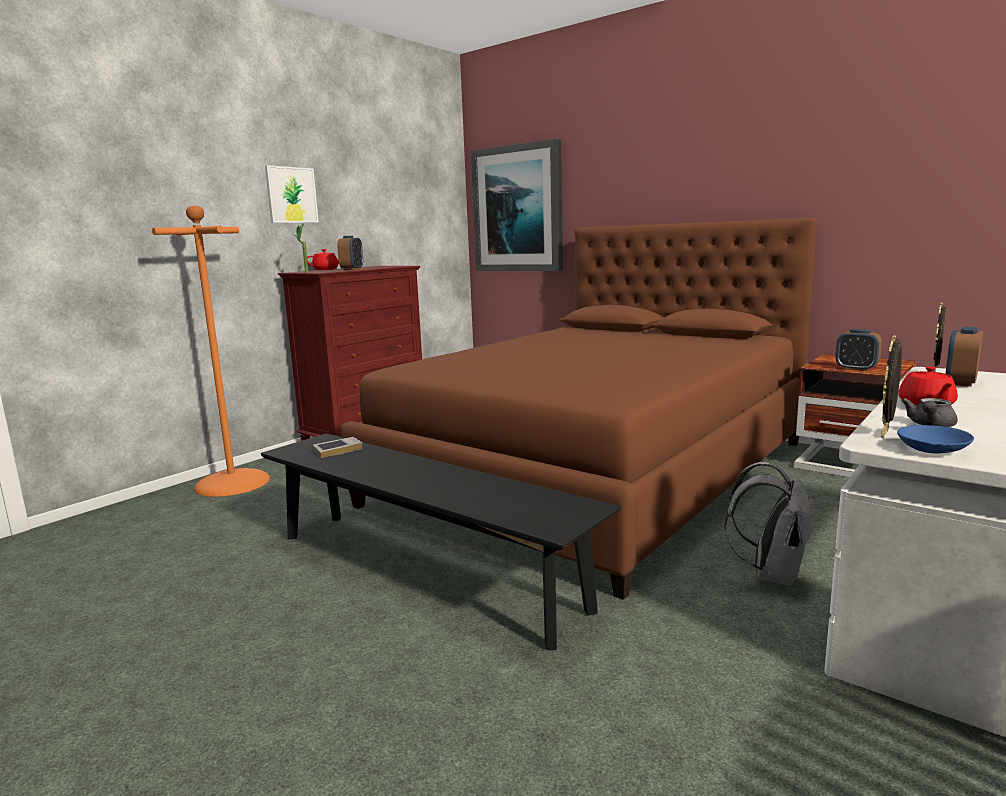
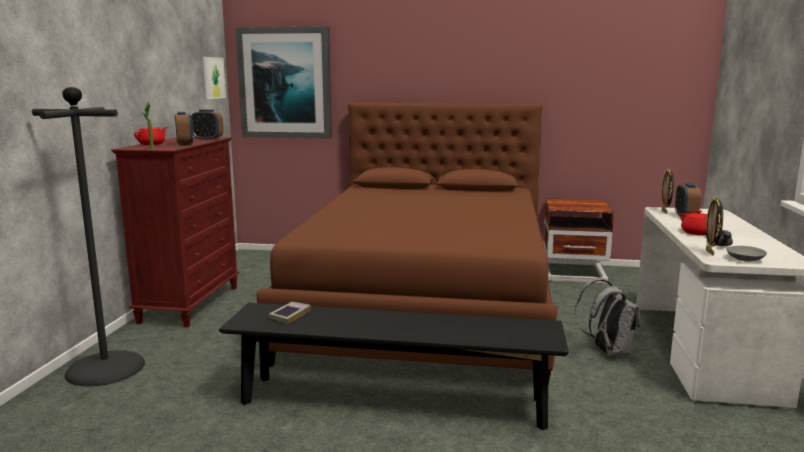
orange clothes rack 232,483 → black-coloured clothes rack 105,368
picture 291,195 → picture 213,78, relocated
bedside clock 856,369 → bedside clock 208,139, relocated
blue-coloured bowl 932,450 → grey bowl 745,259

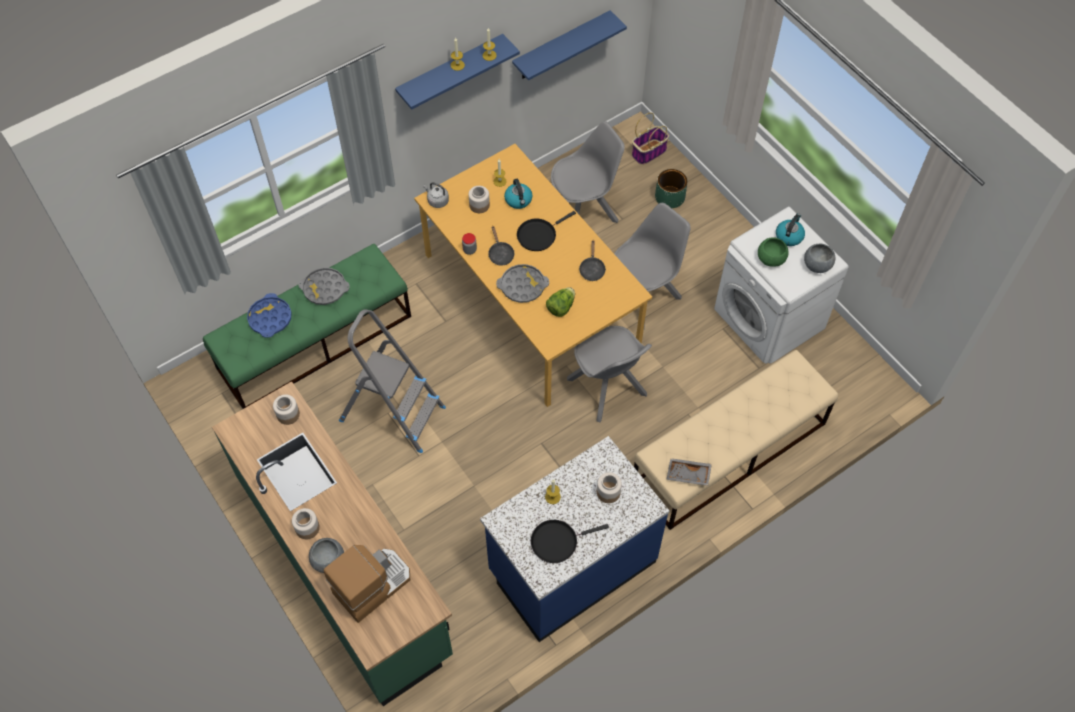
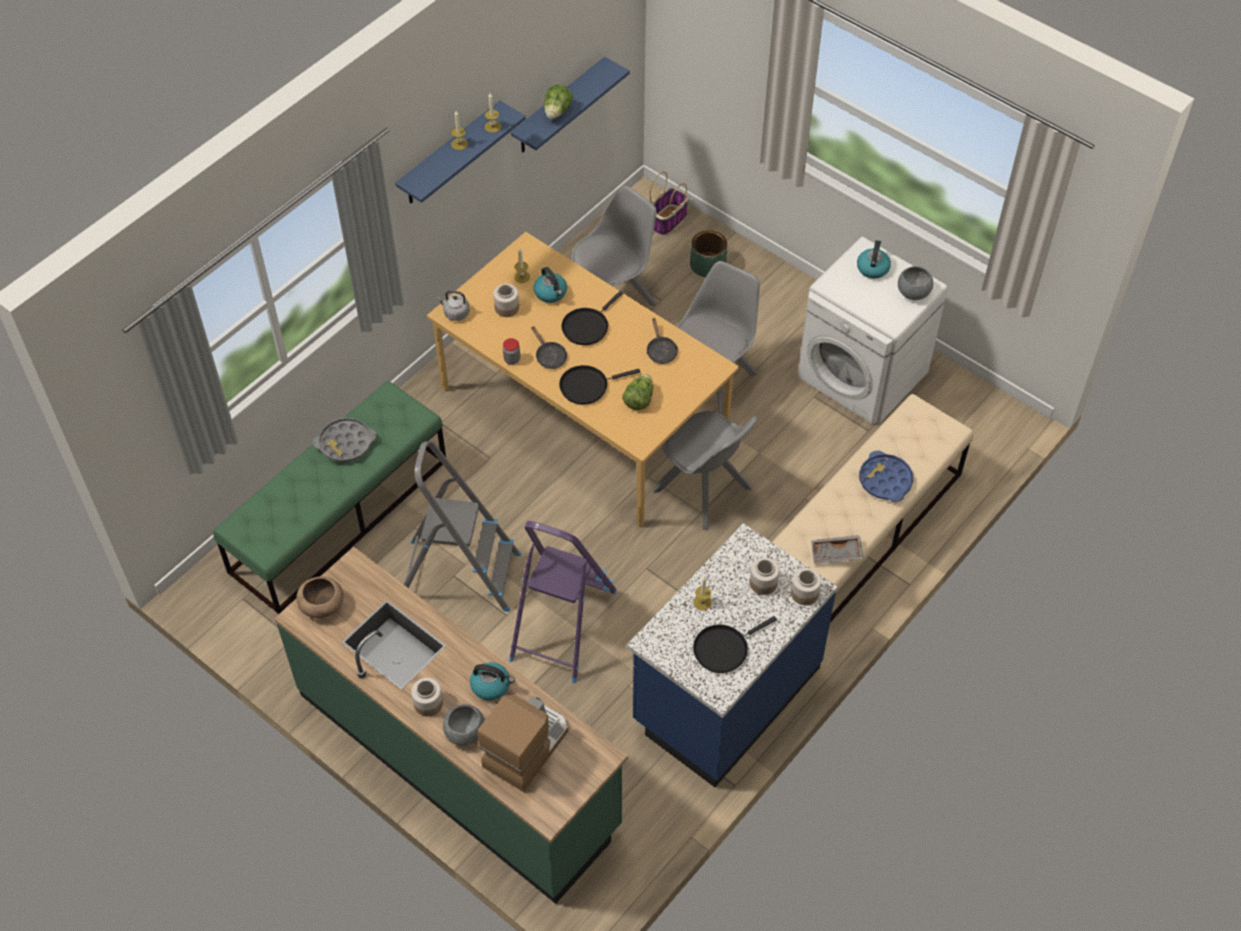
blue-coloured carrying tray 270,318 → blue-coloured carrying tray 885,480, relocated
preserve jar 287,414 → preserve jar 804,593, relocated
grey carrying tray 522,286 → black-coloured frying pan 587,386
greenish bowl 771,259 → -
- → brown-coloured bowl 322,605
- → kettle 491,685
- → purple-coloured step ladder 564,623
- → lettuce 557,112

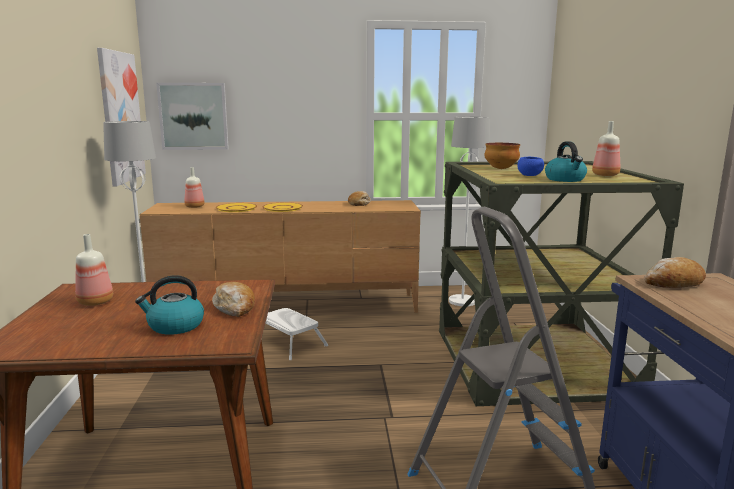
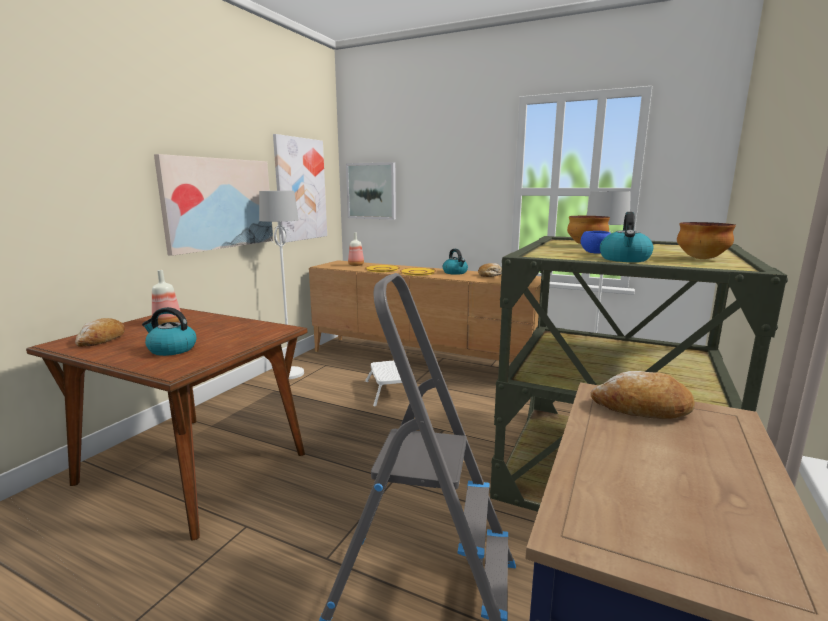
baked bread 235,307 → baked bread 102,340, relocated
bottle 605,175 → bowl 701,259
- → picture 219,203
- → kettle 455,272

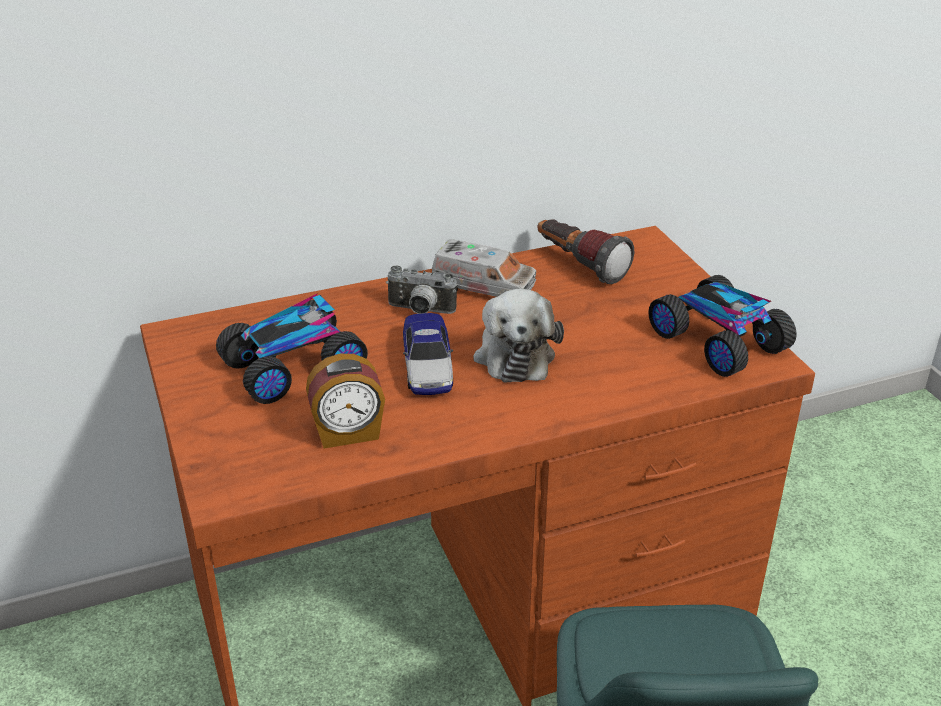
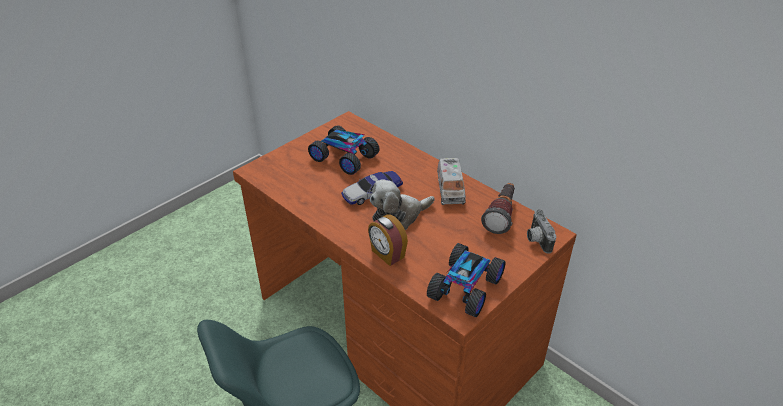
bedside clock 348,433 → bedside clock 387,254, relocated
photo camera 420,311 → photo camera 536,240, relocated

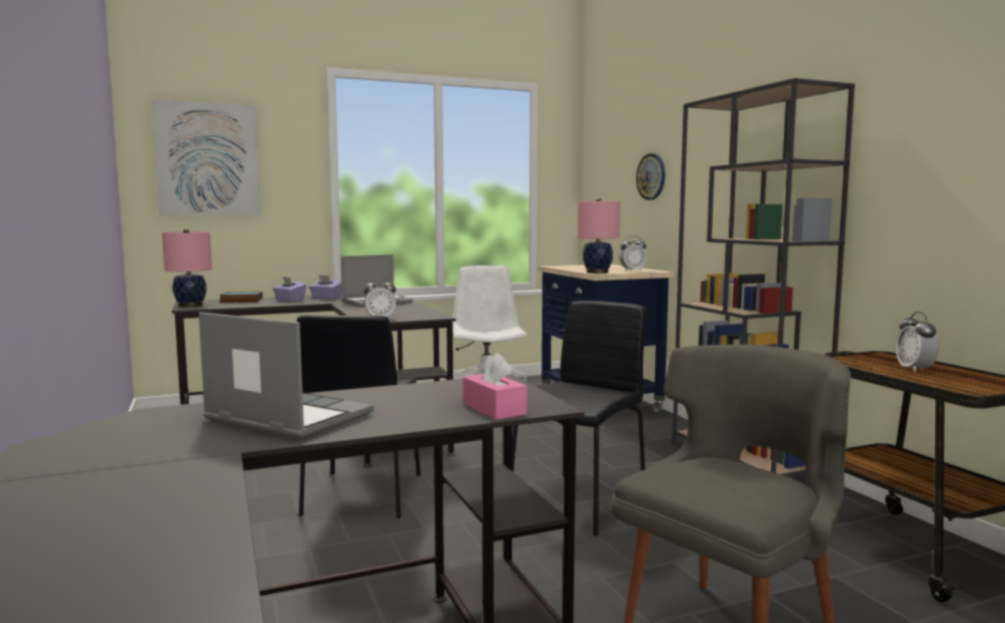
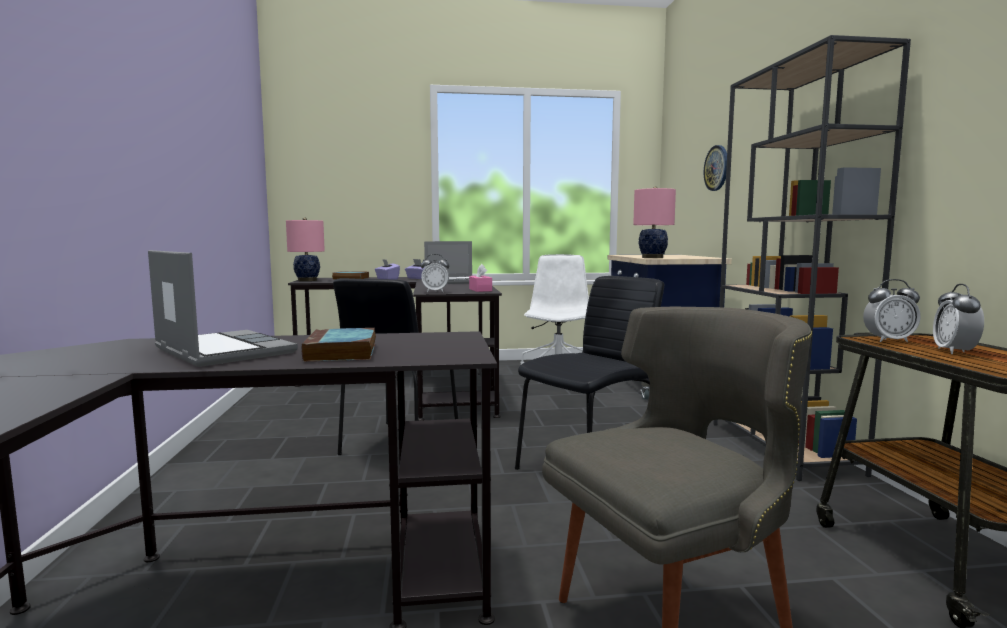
picture 207,159 → -
pinkish tissue box 494,409 → pinkish tissue box 480,290, relocated
bedside clock 632,270 → bedside clock 889,340, relocated
- → volume 342,352

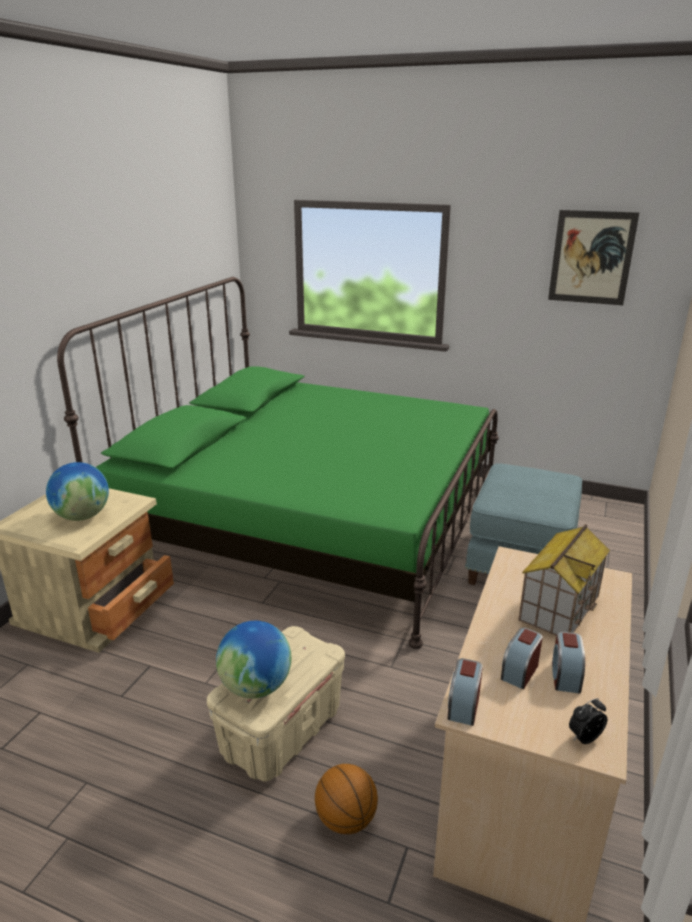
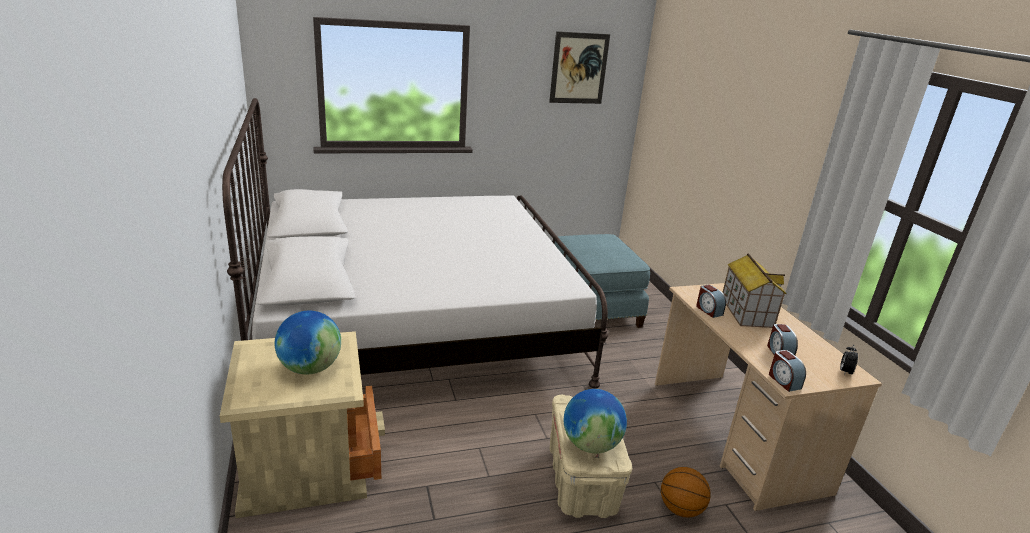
greenish bed 312,519 → white-coloured bed 414,322
bedside clock 565,676 → bedside clock 708,310, relocated

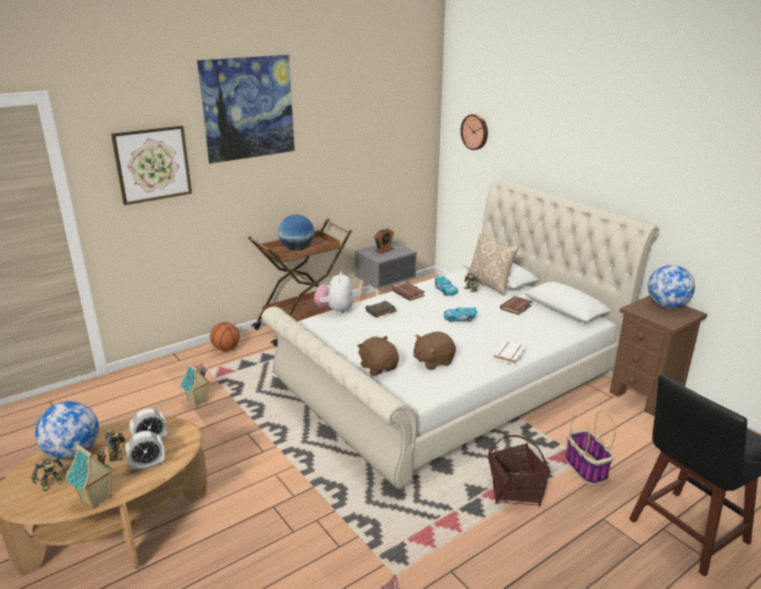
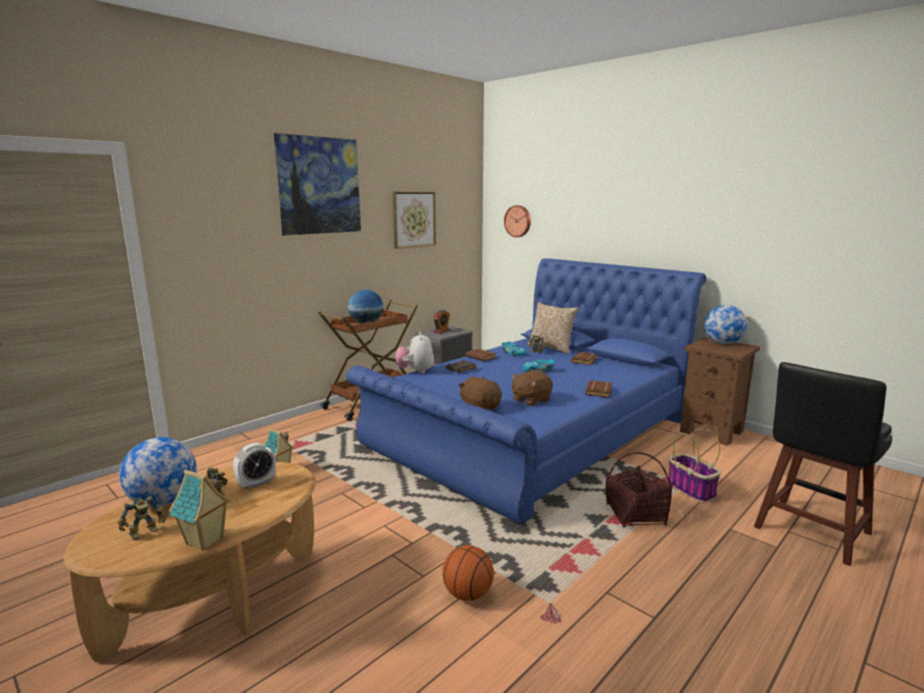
picture 152,164 → picture 414,219, relocated
bedside clock 147,465 → -
basketball ball 226,348 → basketball ball 468,594, relocated
beige bed 451,377 → blue-coloured bed 532,432
white-coloured volume 510,356 → brown-coloured volume 600,392

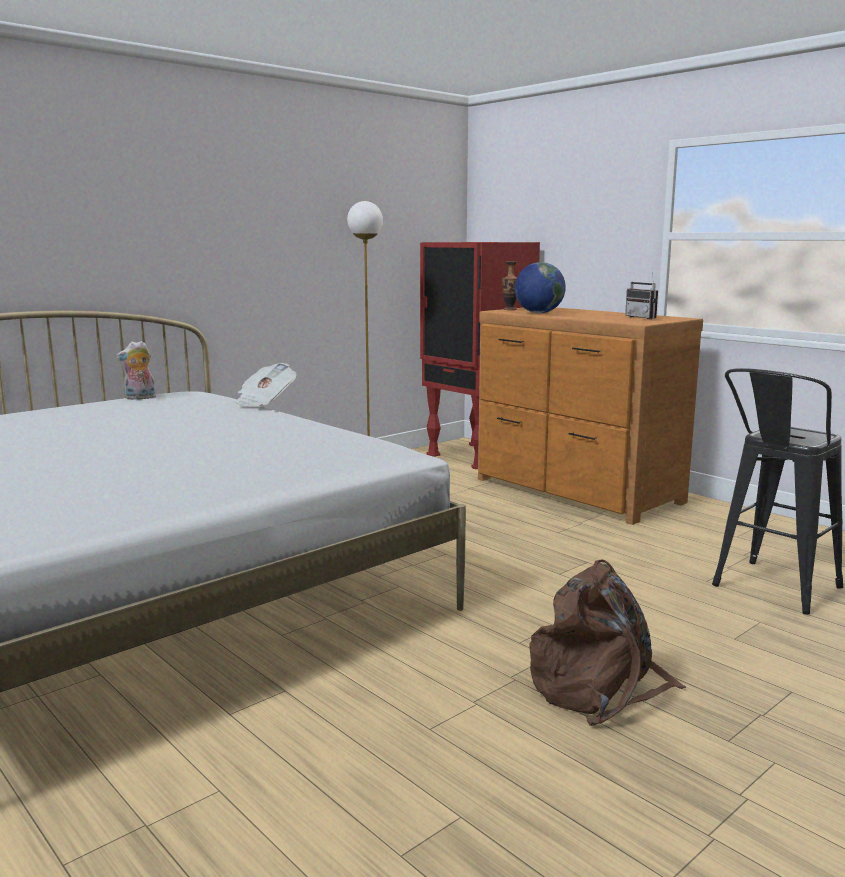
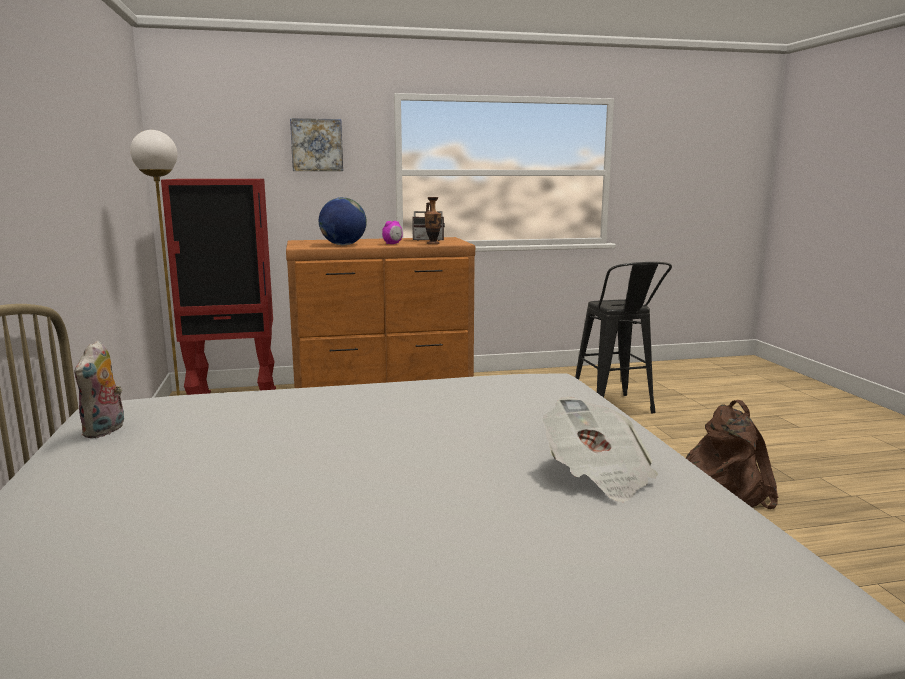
daily paper 264,402 → daily paper 598,475, relocated
decorative vase 510,309 → decorative vase 433,243, relocated
- → picture 316,145
- → bedside clock 392,244

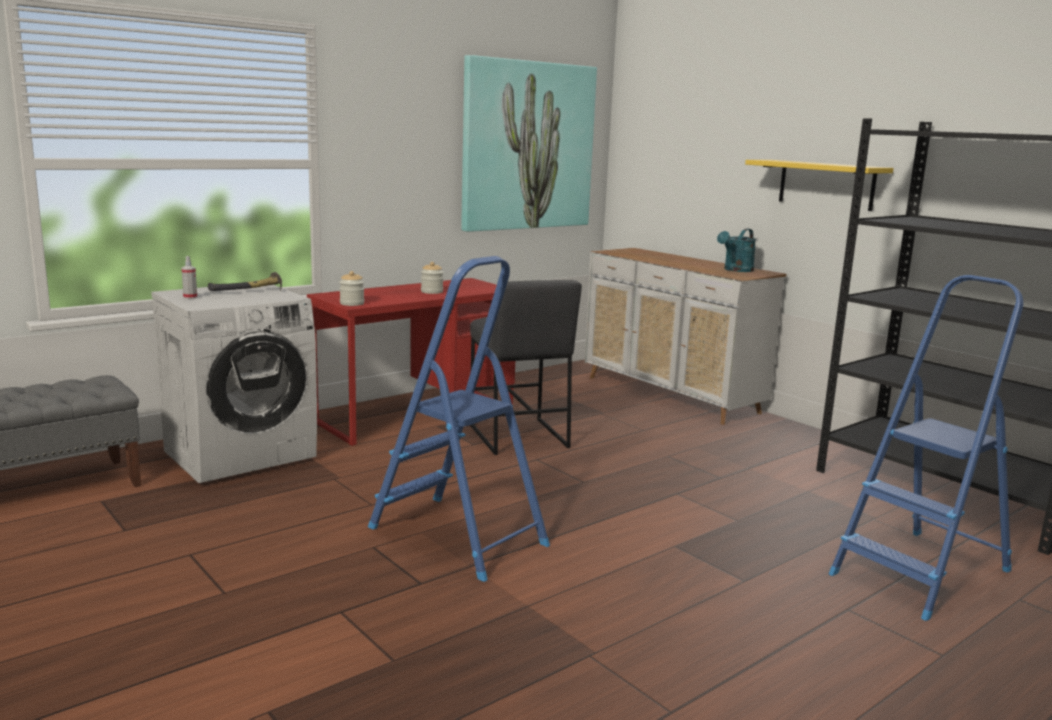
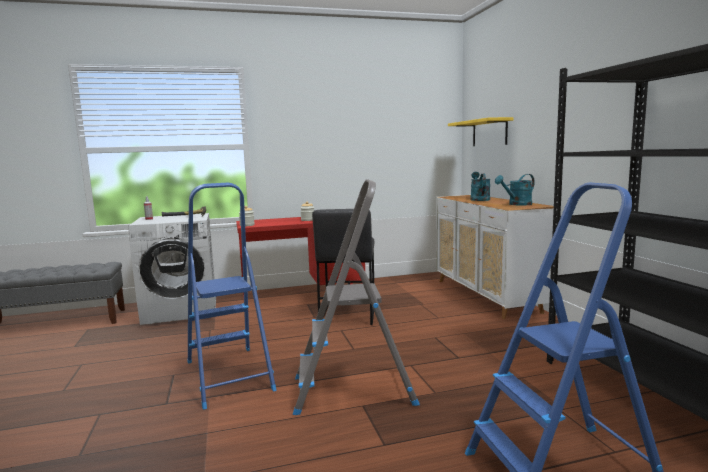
picture 527,146 → -
yellowish shelf 826,184 → yellowish shelf 489,133, relocated
- → grey step ladder 352,390
- → turquoise watering can 479,199

